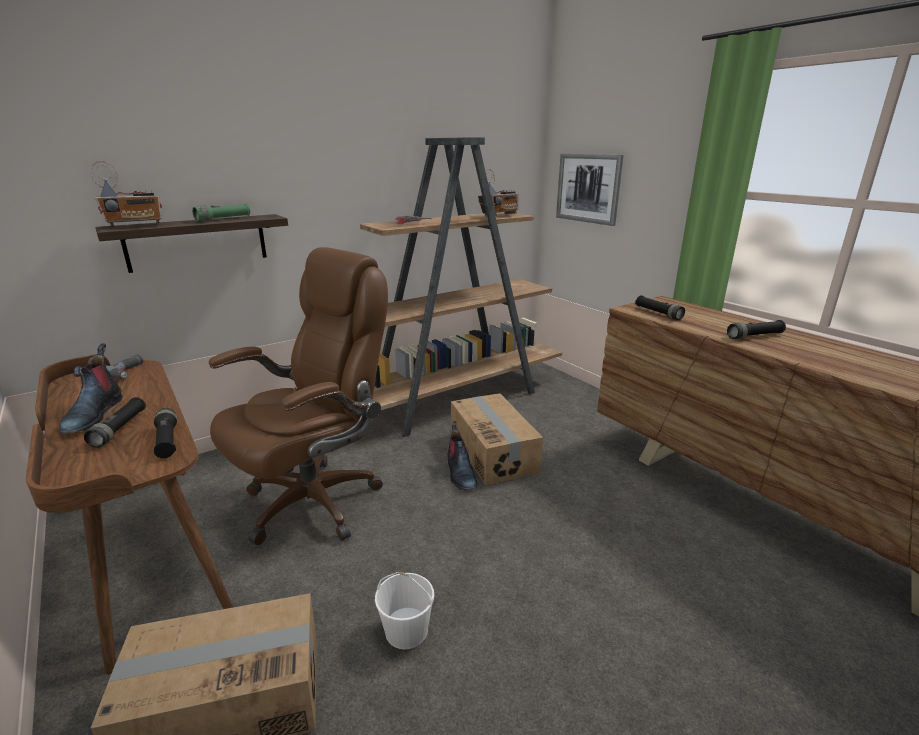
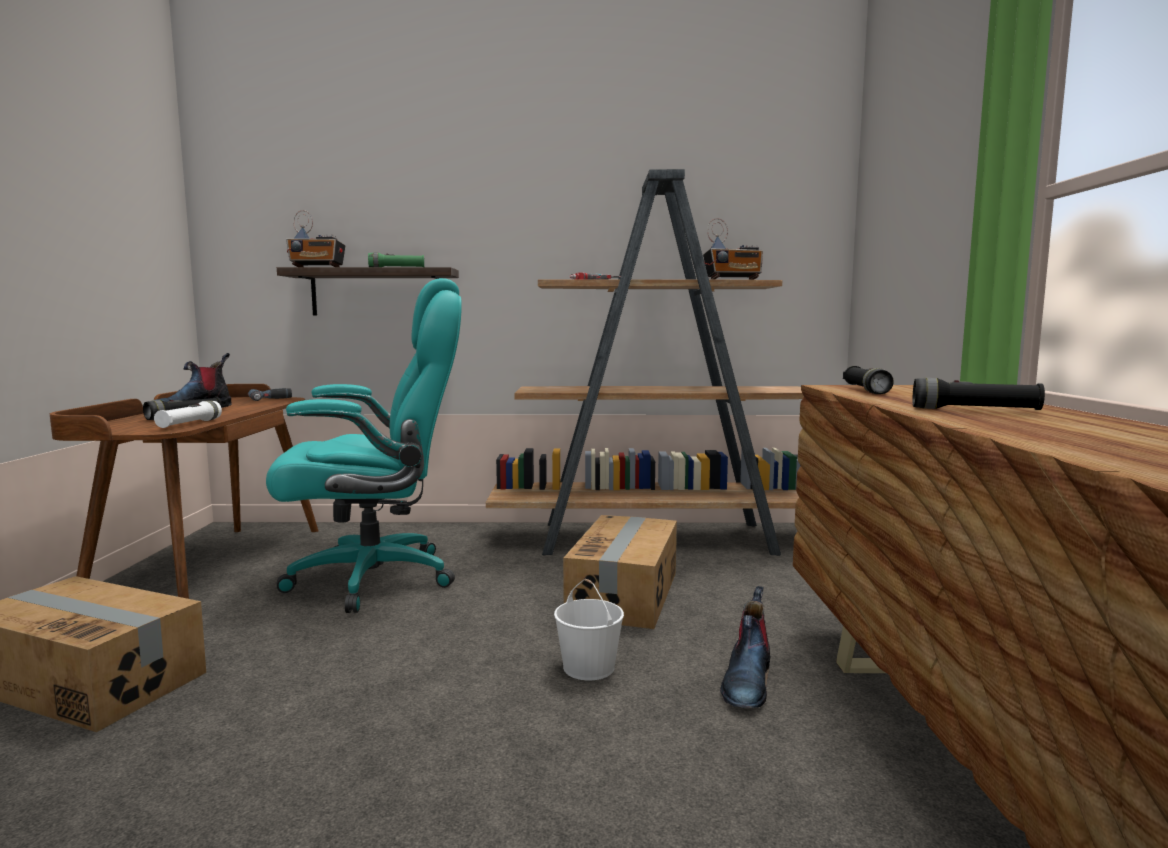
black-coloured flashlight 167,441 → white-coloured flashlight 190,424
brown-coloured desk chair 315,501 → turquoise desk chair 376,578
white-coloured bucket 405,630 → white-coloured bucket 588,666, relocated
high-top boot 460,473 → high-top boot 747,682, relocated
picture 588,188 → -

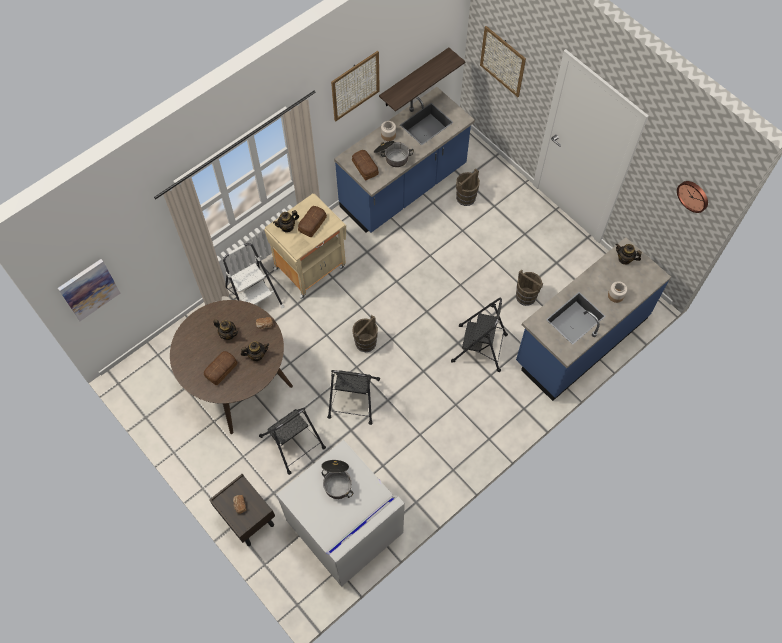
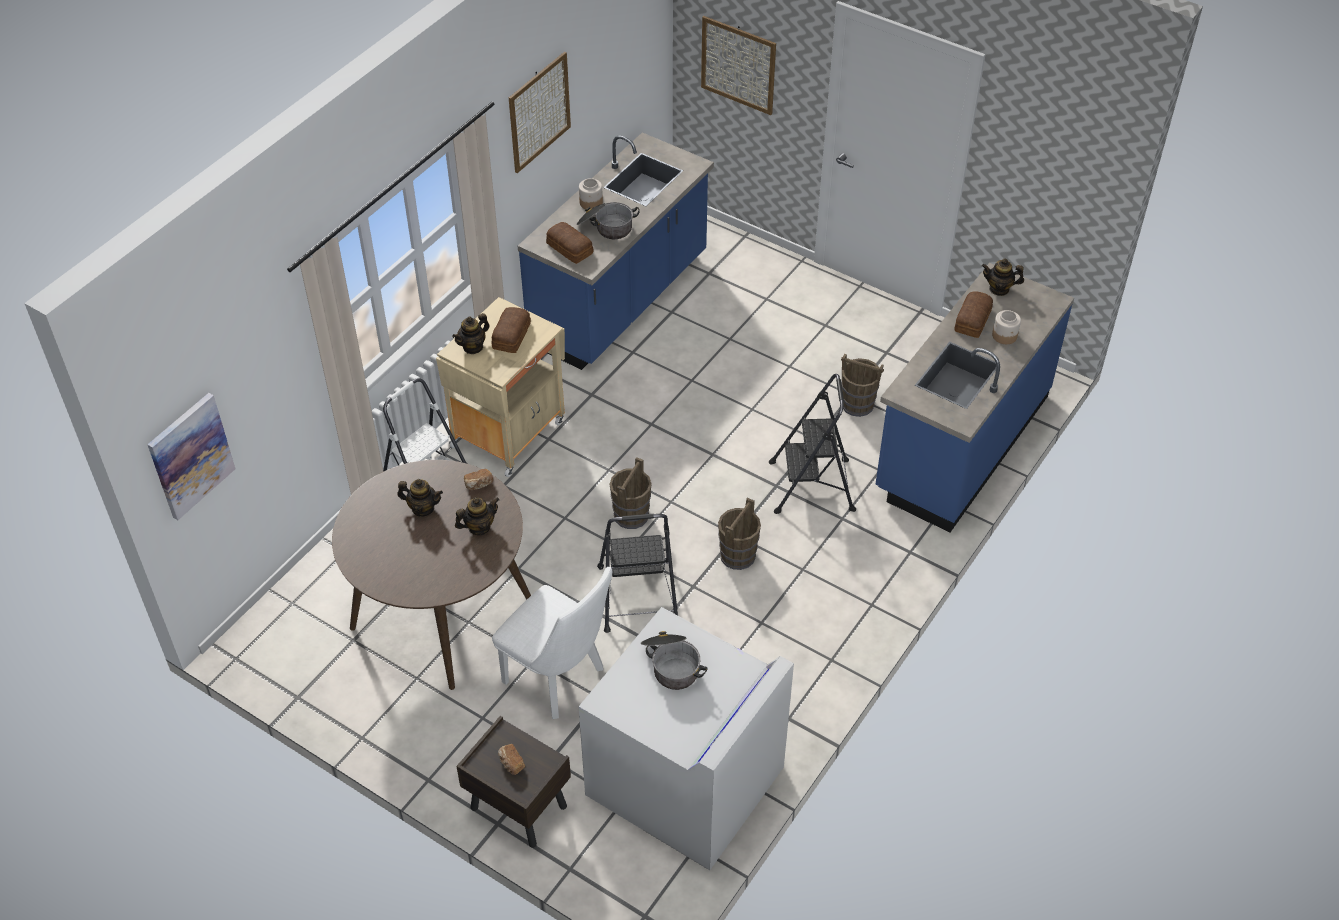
baked bread 222,370 → baked bread 973,320, relocated
black-coloured step ladder 293,443 → white-coloured upright chair 560,680
shelf 414,78 → -
brown-coloured bucket 466,197 → brown-coloured bucket 738,555, relocated
clock on the wall 693,195 → -

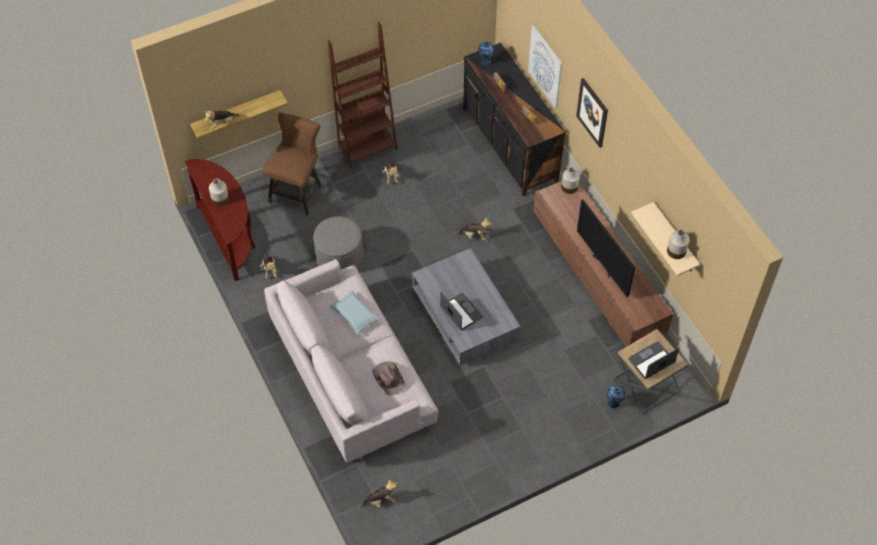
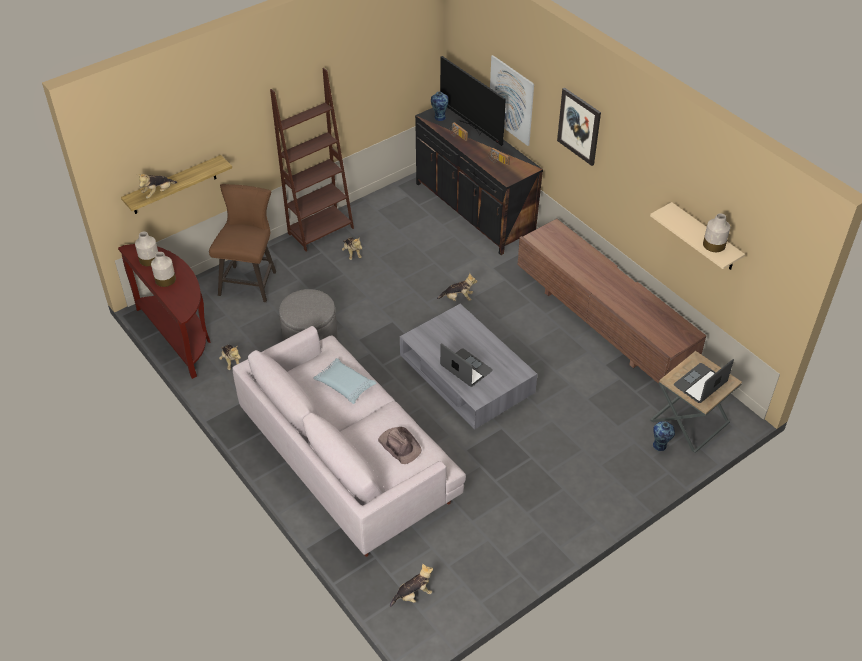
beige decorative vase 569,187 → beige decorative vase 149,259, relocated
TV 603,265 → TV 472,126, relocated

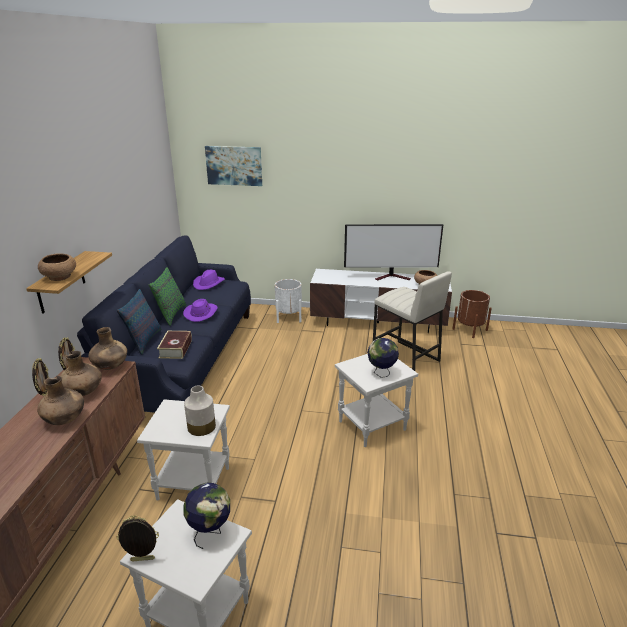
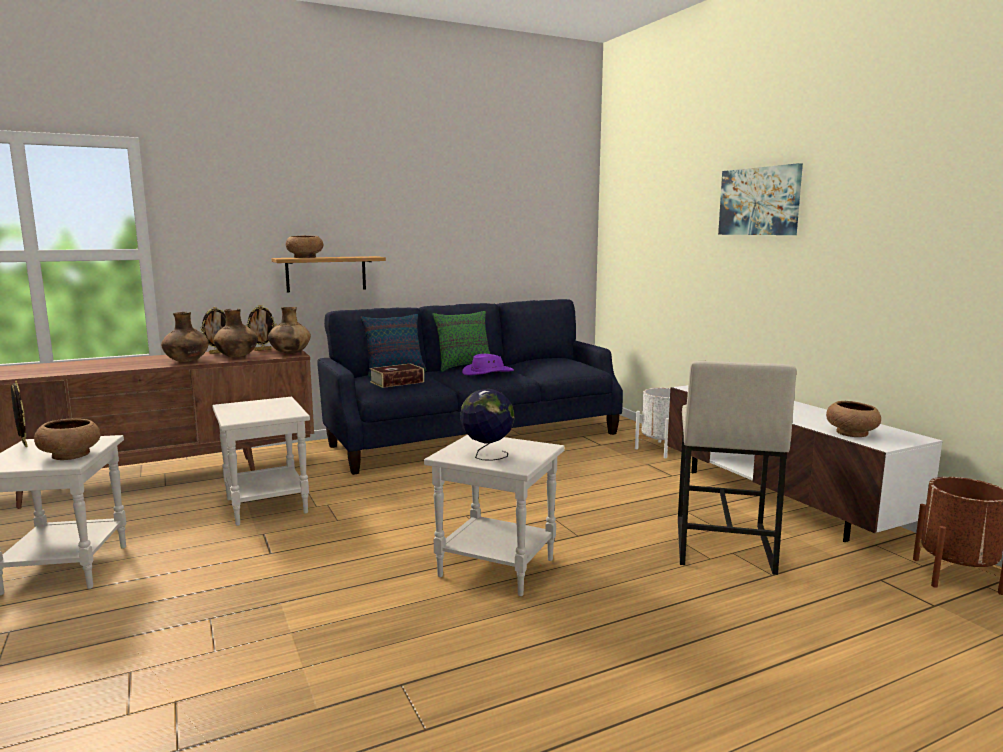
globe 210,532 → brown-coloured bowl 71,455
beige decorative vase 201,427 → -
purple-coloured hat 209,283 → -
picture 234,165 → picture 759,201, relocated
TV 393,277 → -

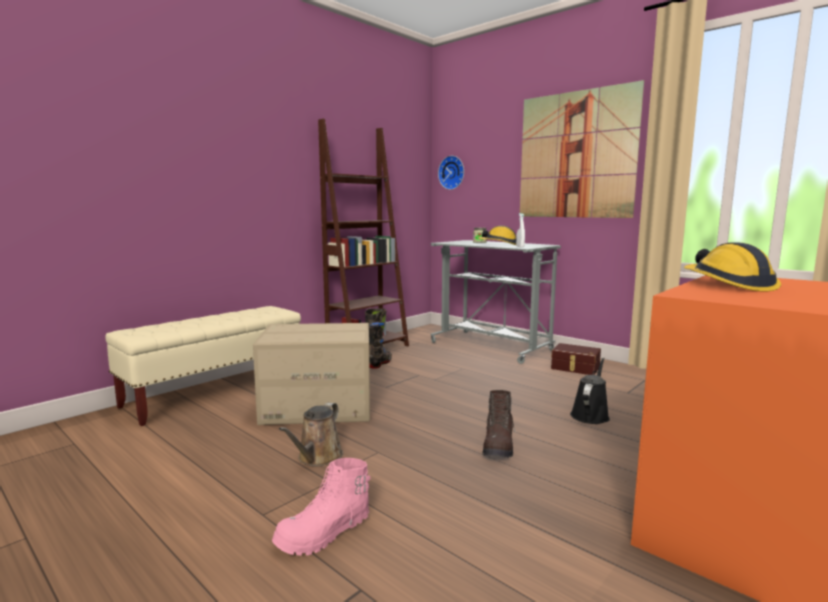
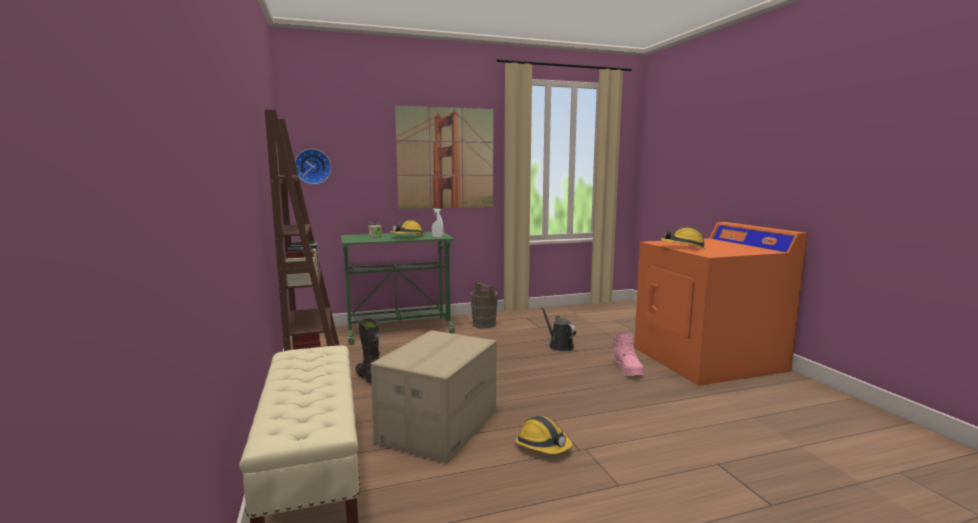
pinkish high-top boot 324,534 → pinkish high-top boot 628,369, relocated
brown-coloured watering can 318,458 → safety helmet 543,446
grey desk table 491,346 → greenish desk table 399,330
brown-coloured high-top boot 498,446 → -
brown-coloured storage box 575,368 → brown-coloured bucket 484,324

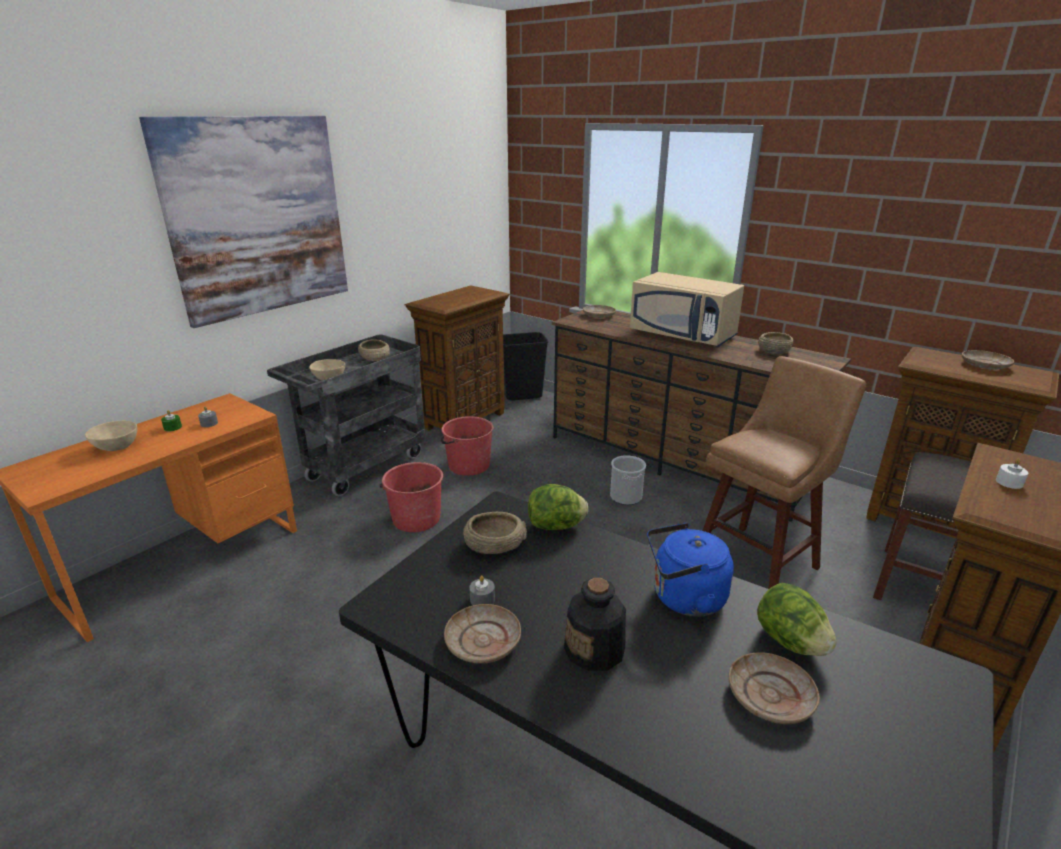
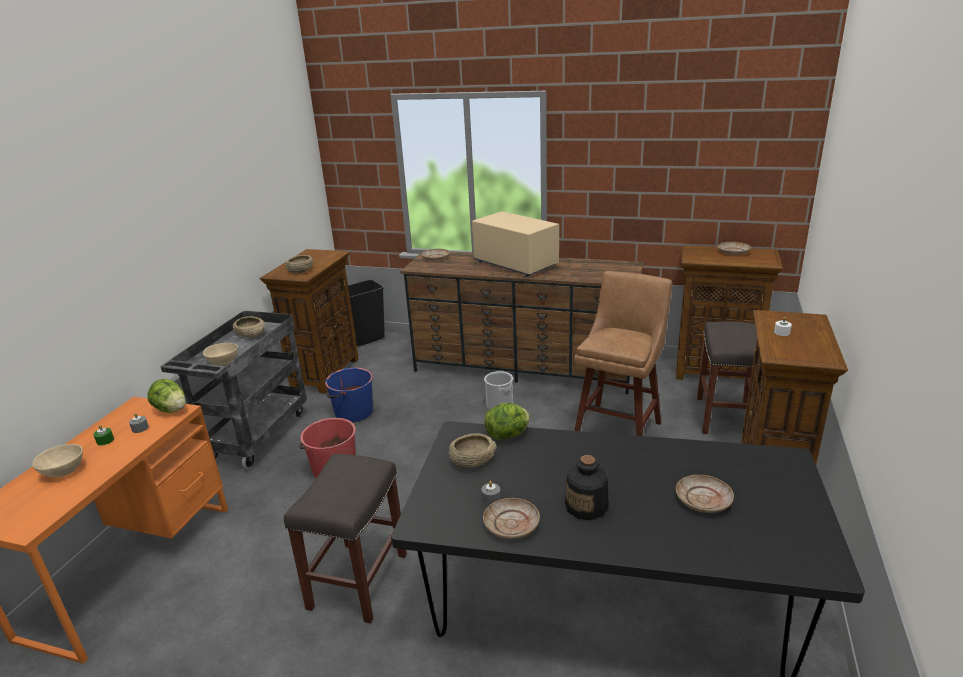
picture 258,217 → -
red-coloured bucket 468,465 → blue-coloured bucket 353,412
beige kitchen microwave 683,336 → beige kitchen microwave 514,264, 150 degrees counterclockwise
blue-coloured kettle 684,598 → -
lettuce 790,642 → lettuce 171,410, relocated
beige bowl 773,351 → beige bowl 300,270, relocated
- → grey stool 358,579

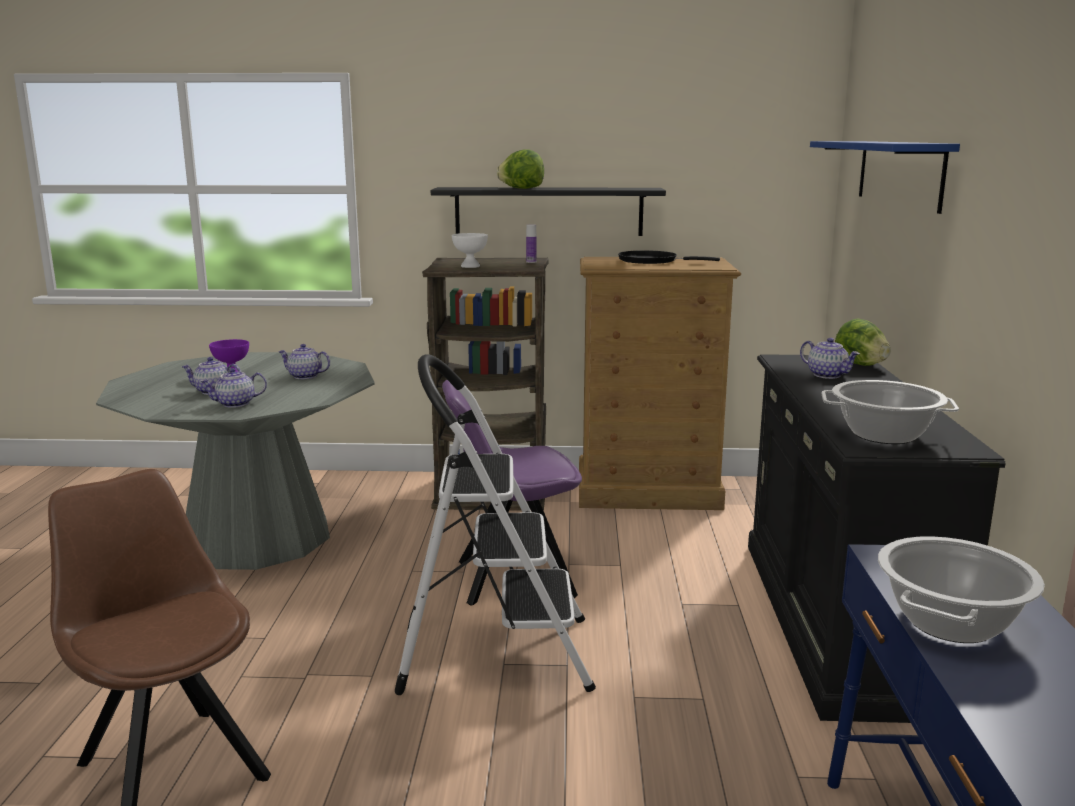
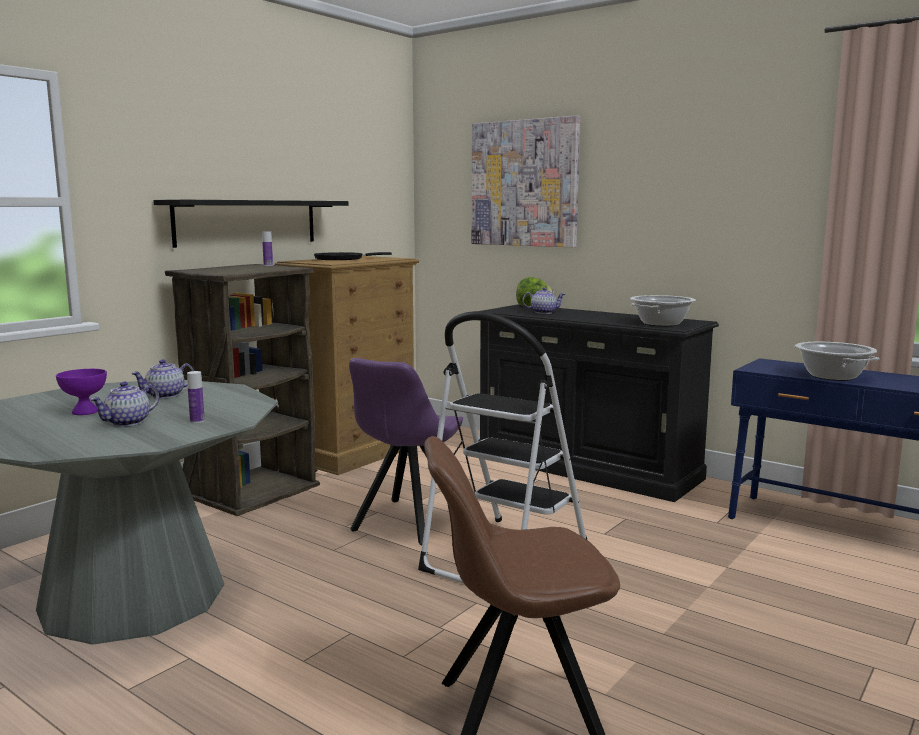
teapot 235,404 → bottle 197,421
white-coloured bowl 469,266 → -
lettuce 521,188 → -
blue-coloured shelf 899,173 → picture 524,183

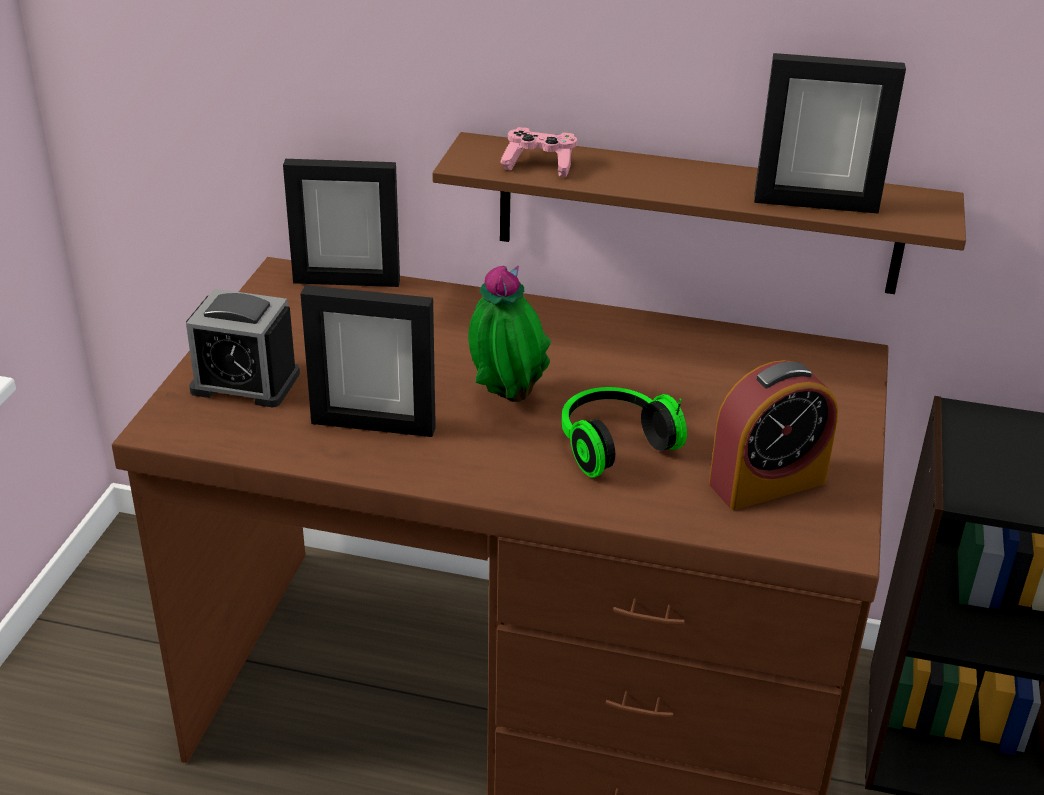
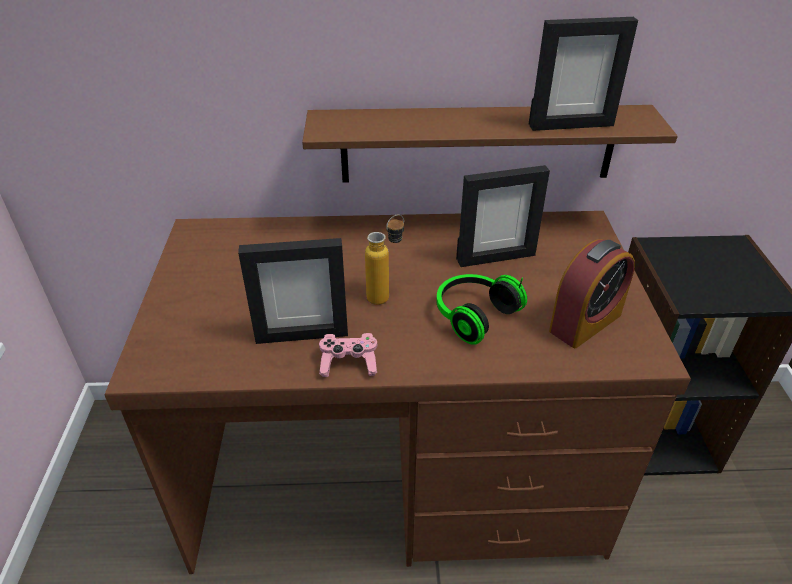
bedside clock 245,382 → -
photo frame 347,280 → photo frame 495,257, relocated
plant in a pot 505,398 → bottle 385,295
pinkish joypad 539,164 → pinkish joypad 349,363, relocated

